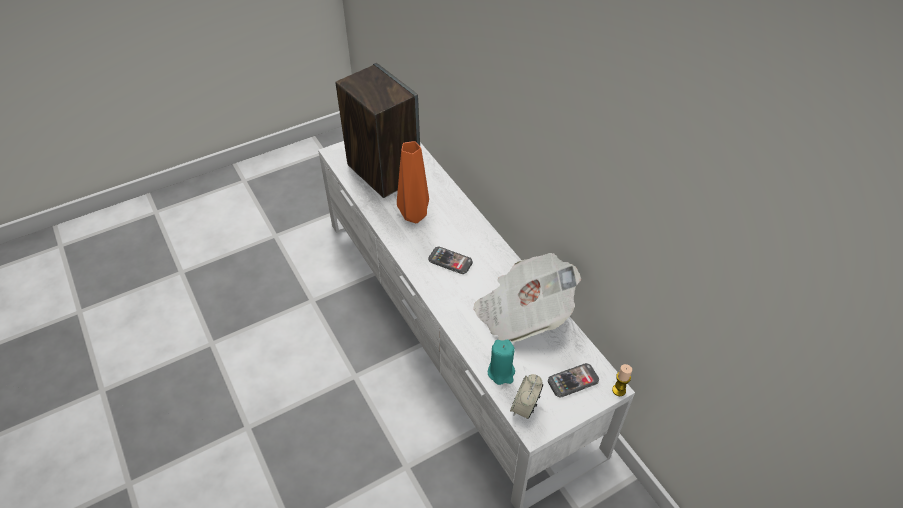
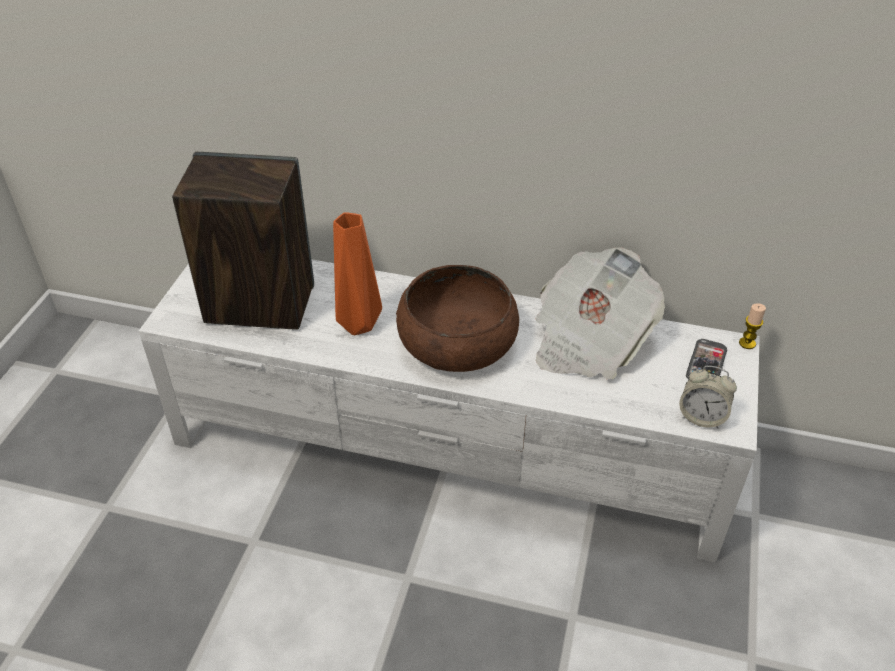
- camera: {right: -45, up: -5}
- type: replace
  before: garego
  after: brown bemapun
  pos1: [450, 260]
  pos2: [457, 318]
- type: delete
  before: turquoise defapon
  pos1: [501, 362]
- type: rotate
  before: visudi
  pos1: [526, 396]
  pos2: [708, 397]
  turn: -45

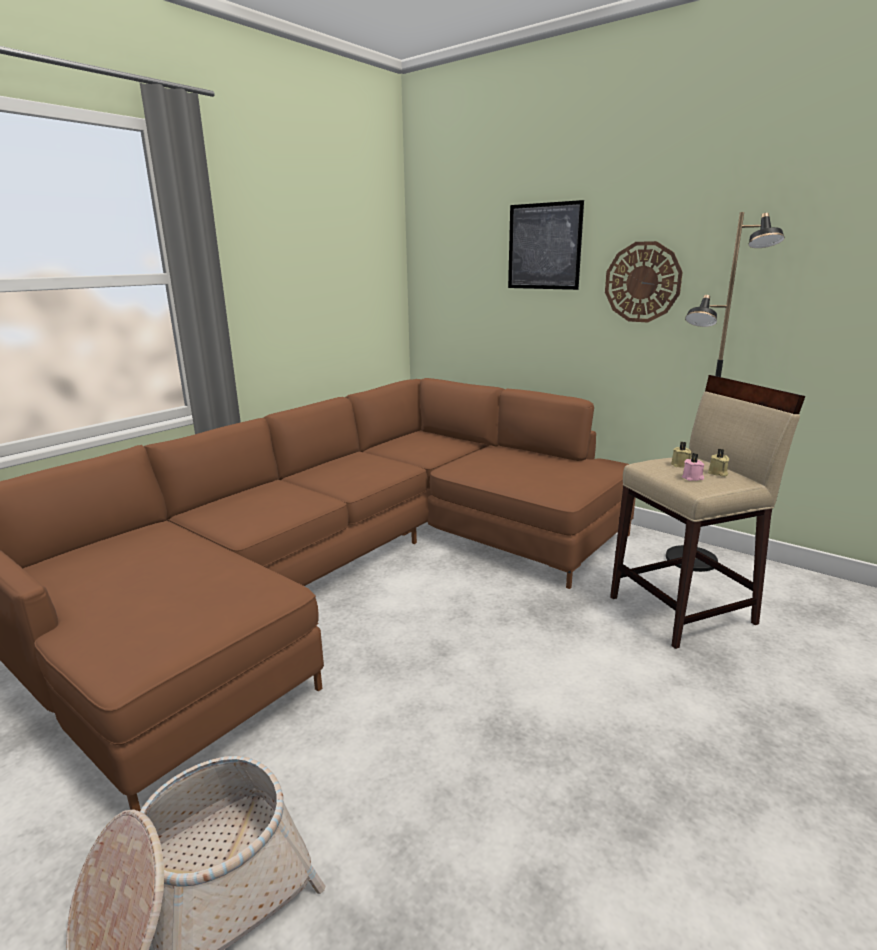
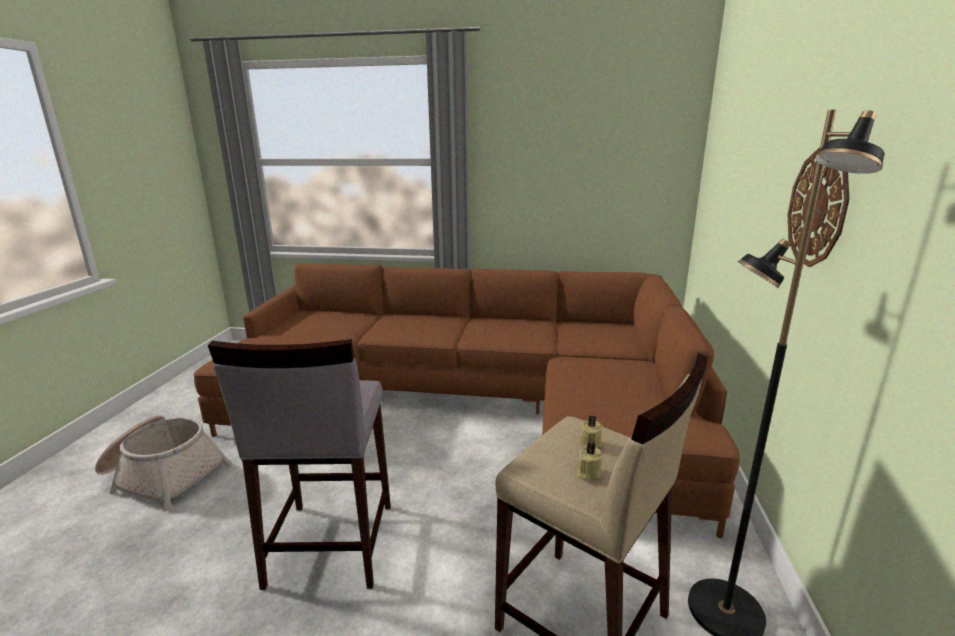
- camera: {right: 60, up: 0}
- type: delete
  before: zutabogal
  pos1: [546, 245]
- type: delete
  before: pink defapon
  pos1: [693, 467]
- type: insert
  after: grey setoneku
  pos2: [299, 464]

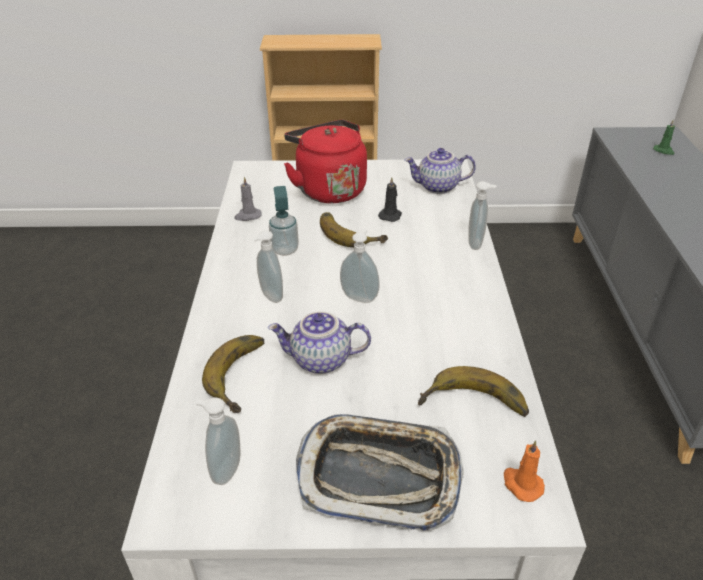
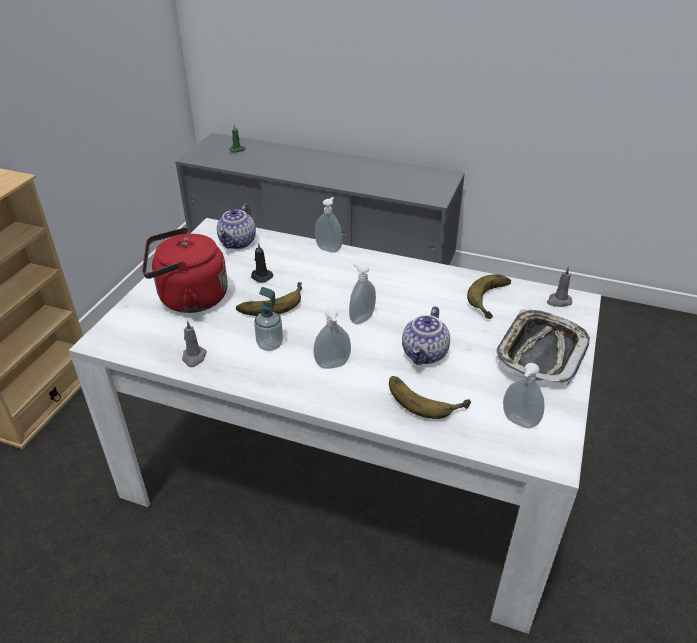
- camera: {right: -70, up: 0}
- type: recolor
  before: orange defapon
  after: grey defapon
  pos1: [524, 471]
  pos2: [559, 286]

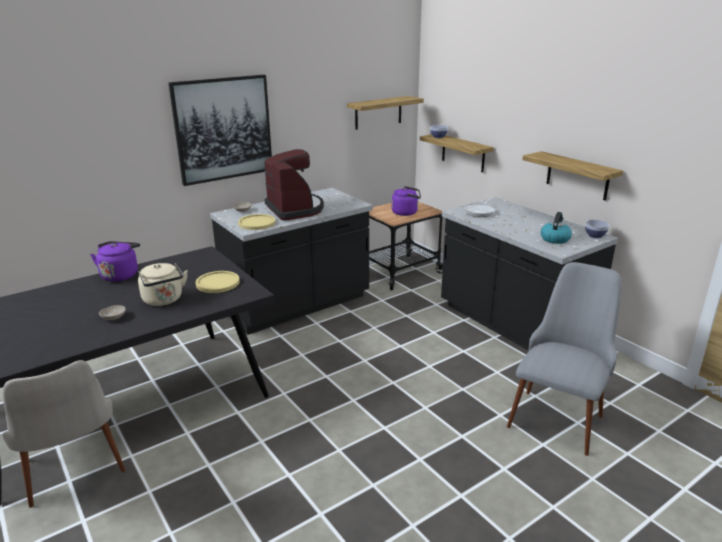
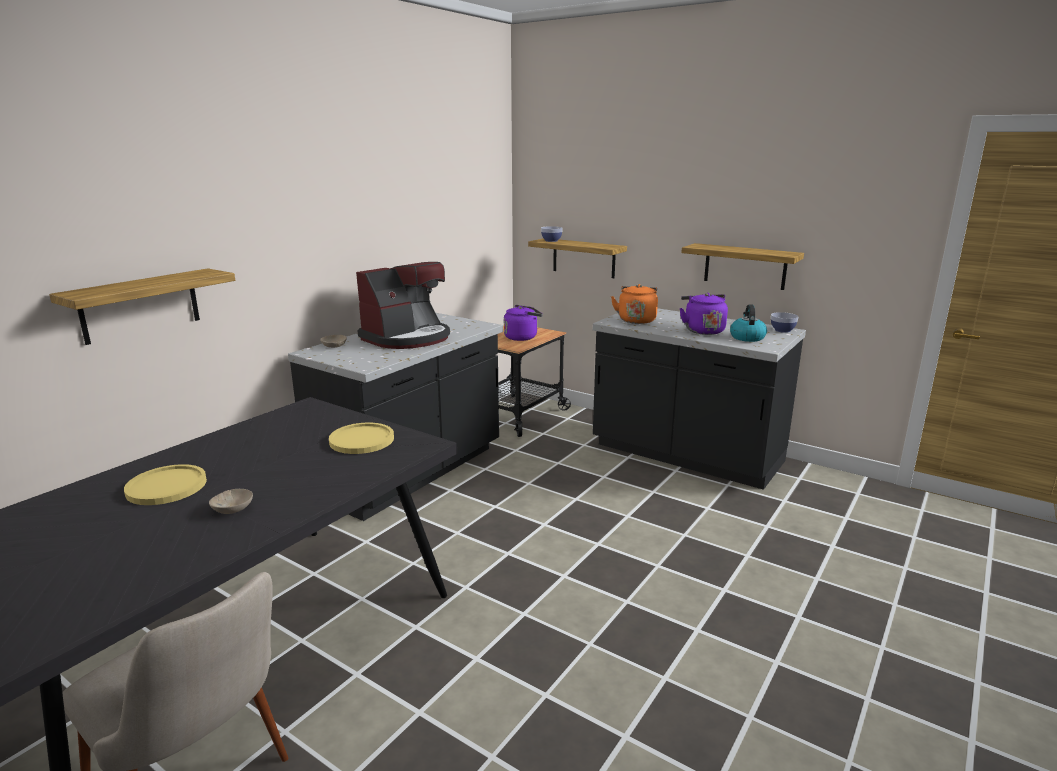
- camera: {right: -20, up: -5}
- type: delete
  before: zutabogal
  pos1: [220, 130]
- type: move
  before: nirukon
  pos1: [385, 113]
  pos2: [142, 306]
- type: rotate
  before: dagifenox
  pos1: [294, 185]
  pos2: [403, 305]
  turn: 90
- type: replace
  before: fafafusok
  after: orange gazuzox
  pos1: [479, 207]
  pos2: [634, 304]
- type: move
  before: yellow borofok
  pos1: [257, 222]
  pos2: [165, 484]
- type: move
  before: purple gazuzox
  pos1: [115, 261]
  pos2: [704, 314]
- type: delete
  before: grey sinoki
  pos1: [564, 359]
- type: delete
  before: beige gazuzox
  pos1: [163, 284]

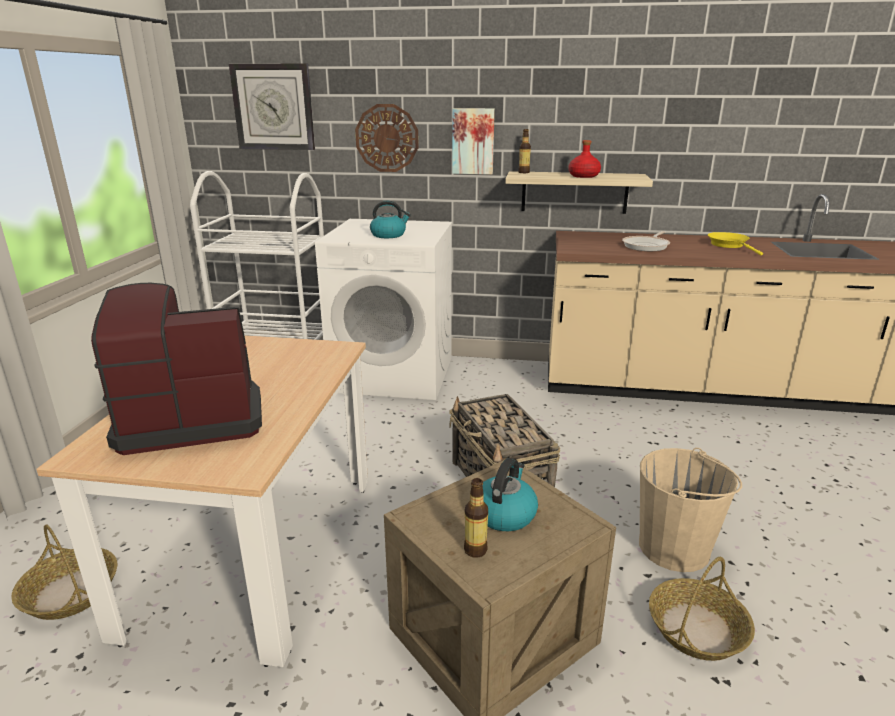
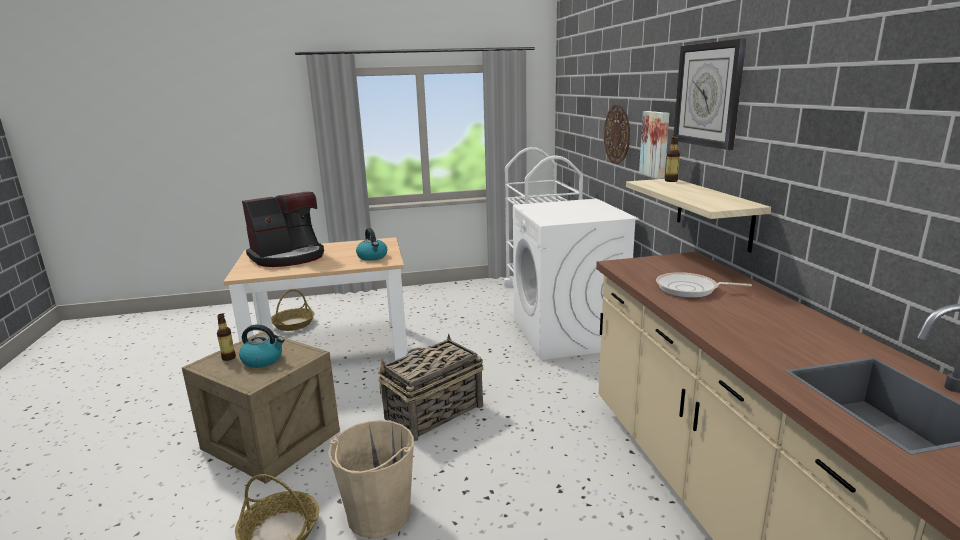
- camera: {right: 70, up: -5}
- type: move
  before: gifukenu
  pos1: [272, 106]
  pos2: [709, 94]
- type: delete
  before: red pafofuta
  pos1: [584, 159]
- type: move
  before: gazuzox
  pos1: [390, 219]
  pos2: [371, 244]
- type: delete
  before: yellow fafafusok
  pos1: [735, 243]
- type: rotate
  before: dagifenox
  pos1: [176, 369]
  pos2: [283, 229]
  turn: 90

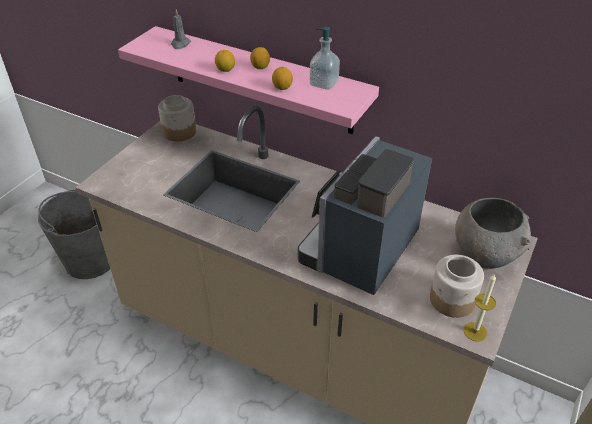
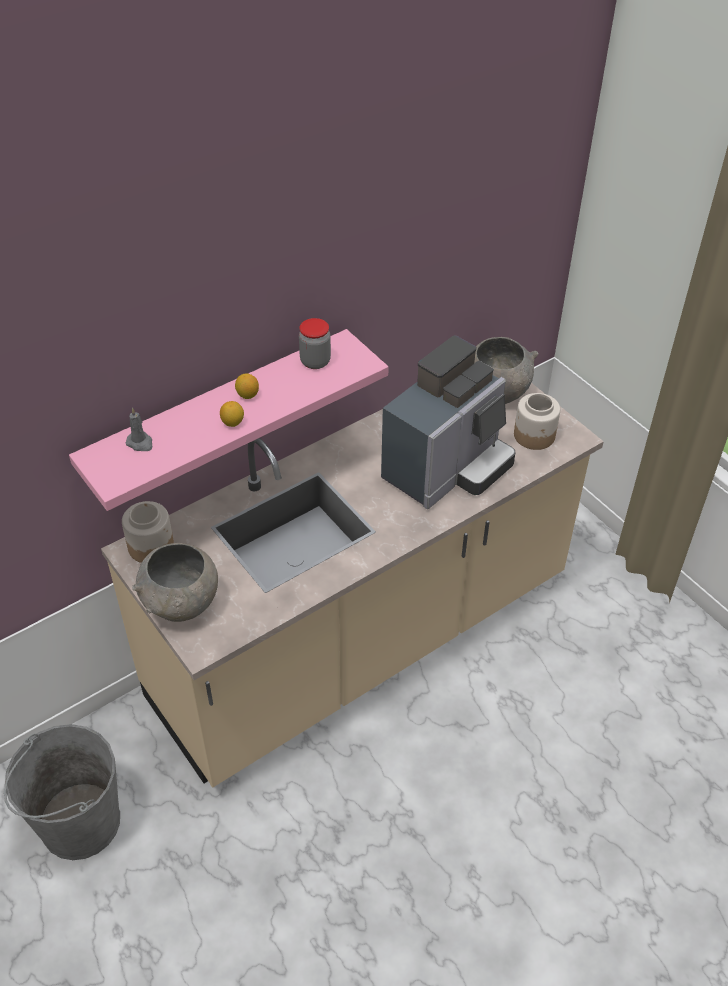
- camera: {right: -65, up: 5}
- type: replace
  before: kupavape
  after: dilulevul
  pos1: [325, 58]
  pos2: [315, 343]
- type: delete
  before: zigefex
  pos1: [282, 78]
- type: rotate
  before: dagifenox
  pos1: [365, 215]
  pos2: [448, 422]
  turn: -105
- type: delete
  before: defapon
  pos1: [480, 308]
- type: insert
  after: grey bemapun
  pos2: [175, 582]

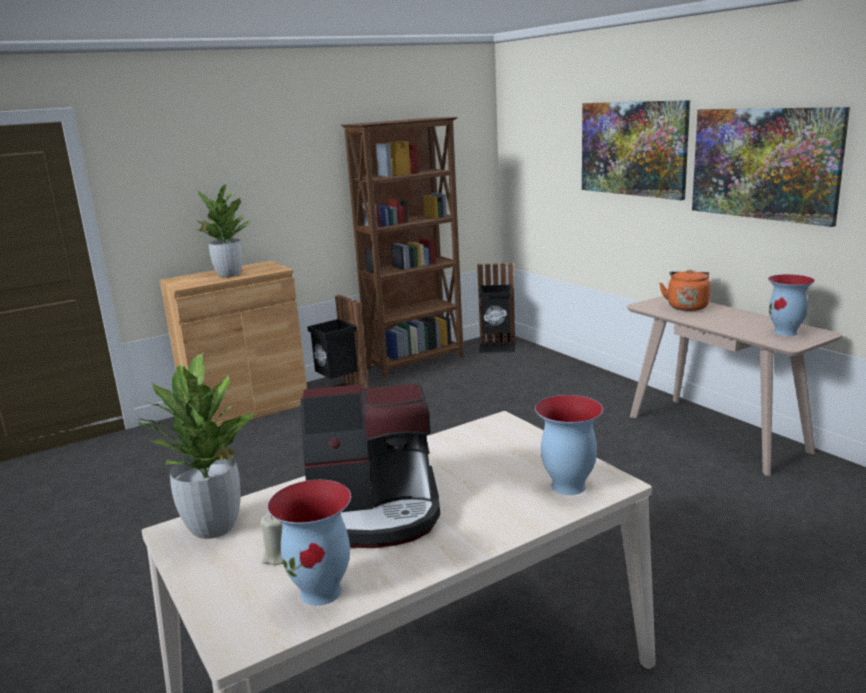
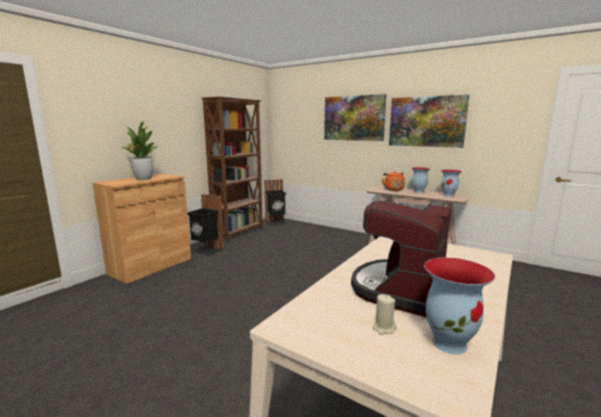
- camera: {right: -25, up: -5}
- type: delete
  before: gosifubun
  pos1: [197, 446]
- type: rotate
  before: dagifenox
  pos1: [370, 465]
  pos2: [401, 259]
  turn: 150
- type: move
  before: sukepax
  pos1: [569, 445]
  pos2: [420, 180]

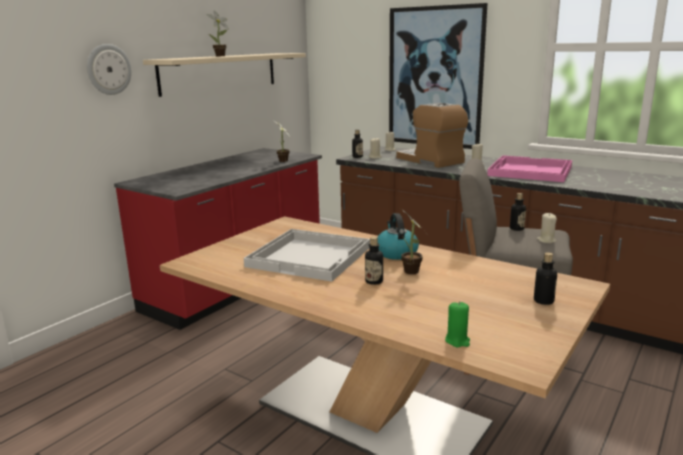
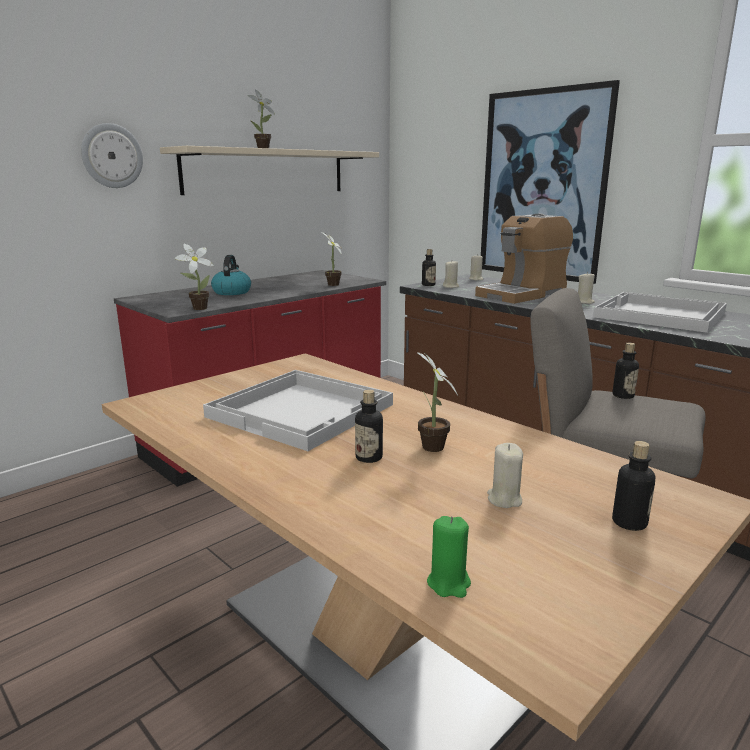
- camera: {right: 10, up: 0}
- type: rotate
  before: dagifenox
  pos1: [432, 135]
  pos2: [524, 258]
  turn: -105
- type: recolor
  before: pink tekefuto
  after: white tekefuto
  pos1: [529, 168]
  pos2: [660, 312]
- type: move
  before: gazuzox
  pos1: [398, 236]
  pos2: [231, 275]
- type: move
  before: beige defapon
  pos1: [547, 228]
  pos2: [505, 475]
- type: insert
  after: gosifubun
  pos2: [194, 277]

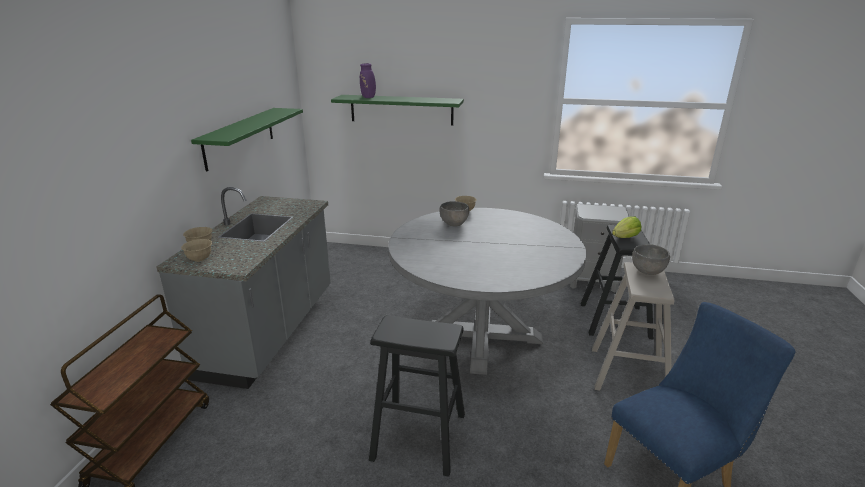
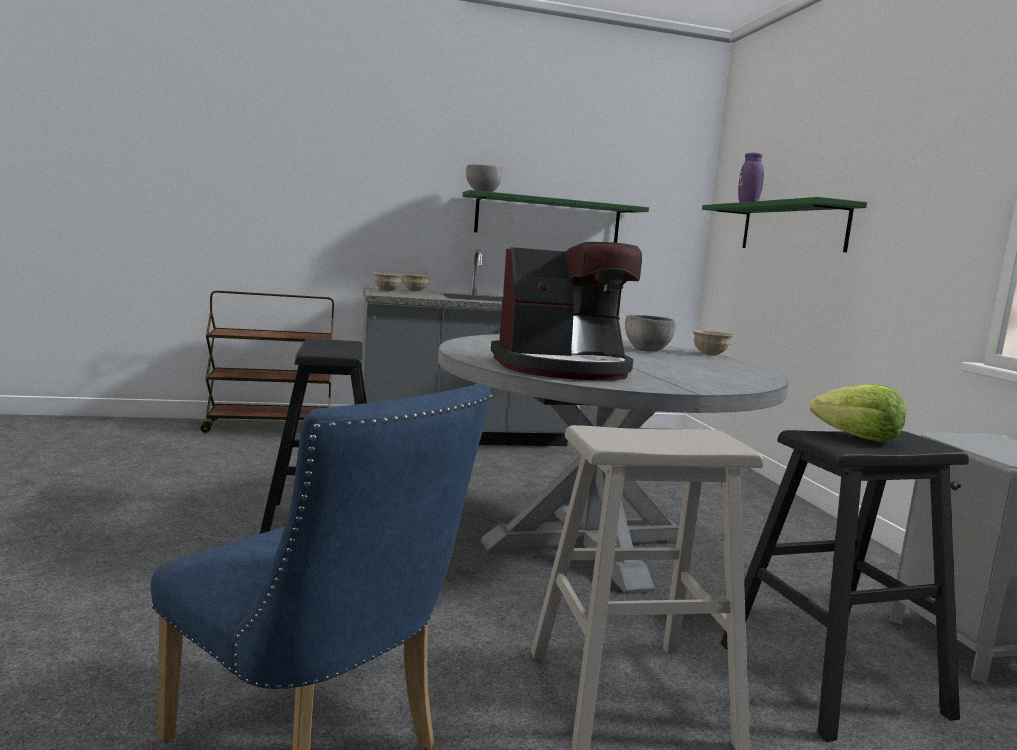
- camera: {right: 65, up: -15}
- type: move
  before: grey bemapun
  pos1: [651, 259]
  pos2: [484, 178]
- type: insert
  after: dagifenox
  pos2: [566, 311]

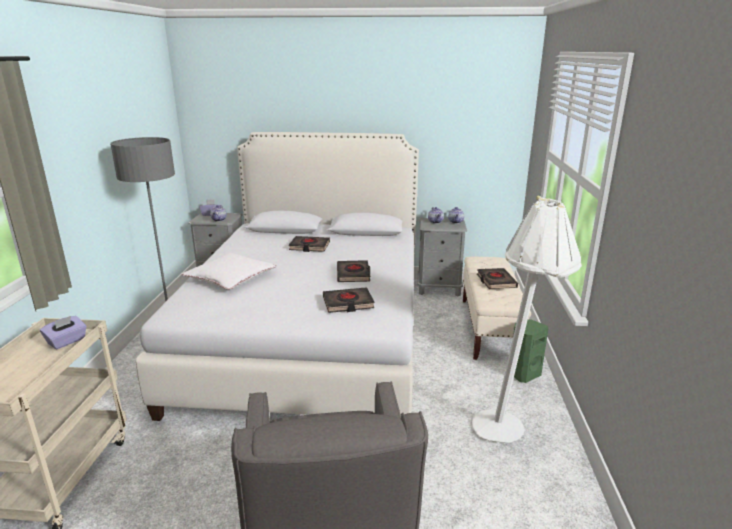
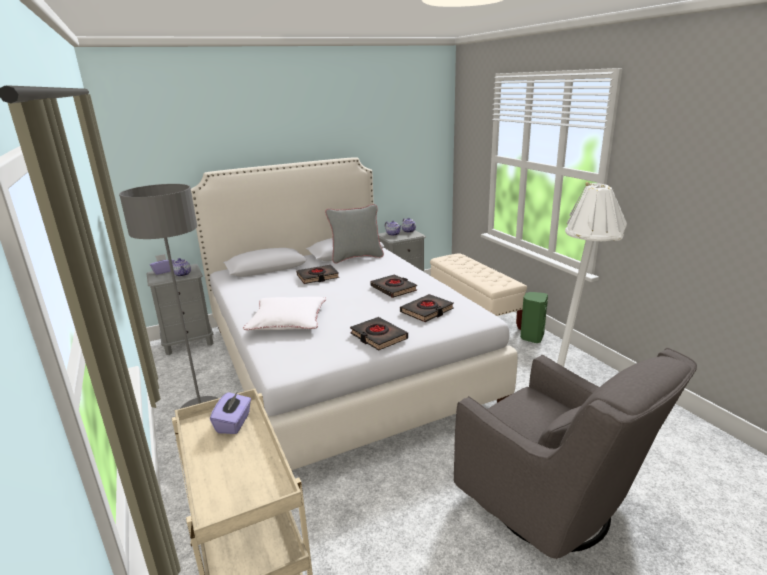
- camera: {right: -30, up: 0}
- type: move
  before: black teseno
  pos1: [497, 278]
  pos2: [379, 334]
- type: insert
  after: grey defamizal
  pos2: [354, 233]

